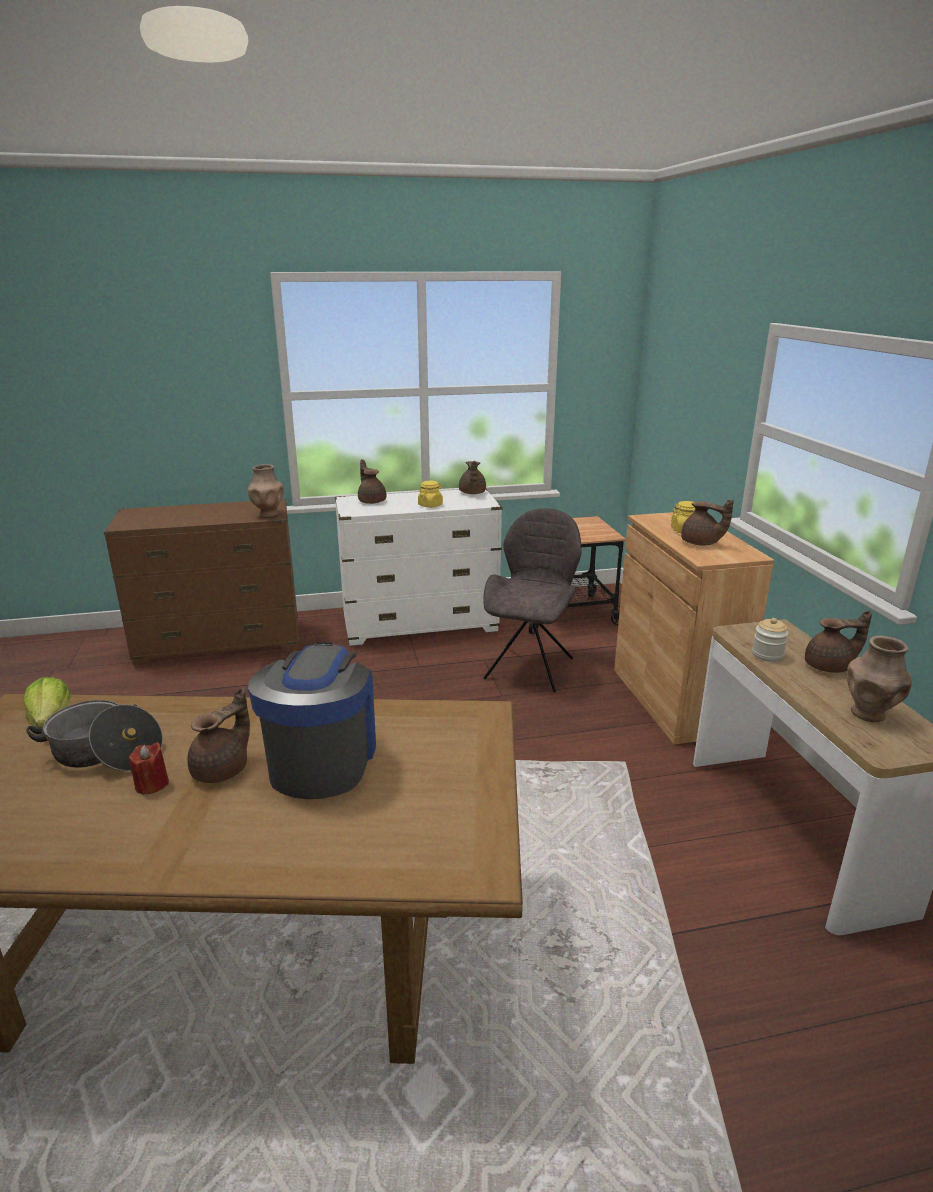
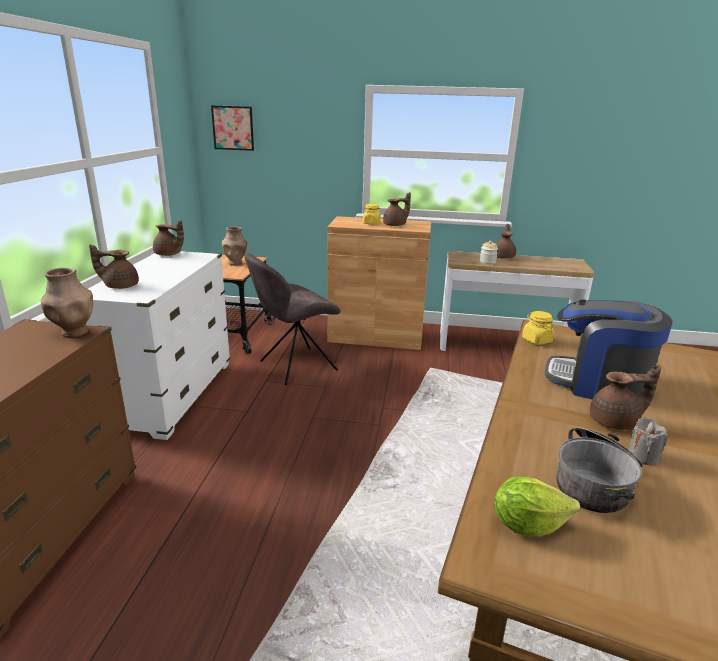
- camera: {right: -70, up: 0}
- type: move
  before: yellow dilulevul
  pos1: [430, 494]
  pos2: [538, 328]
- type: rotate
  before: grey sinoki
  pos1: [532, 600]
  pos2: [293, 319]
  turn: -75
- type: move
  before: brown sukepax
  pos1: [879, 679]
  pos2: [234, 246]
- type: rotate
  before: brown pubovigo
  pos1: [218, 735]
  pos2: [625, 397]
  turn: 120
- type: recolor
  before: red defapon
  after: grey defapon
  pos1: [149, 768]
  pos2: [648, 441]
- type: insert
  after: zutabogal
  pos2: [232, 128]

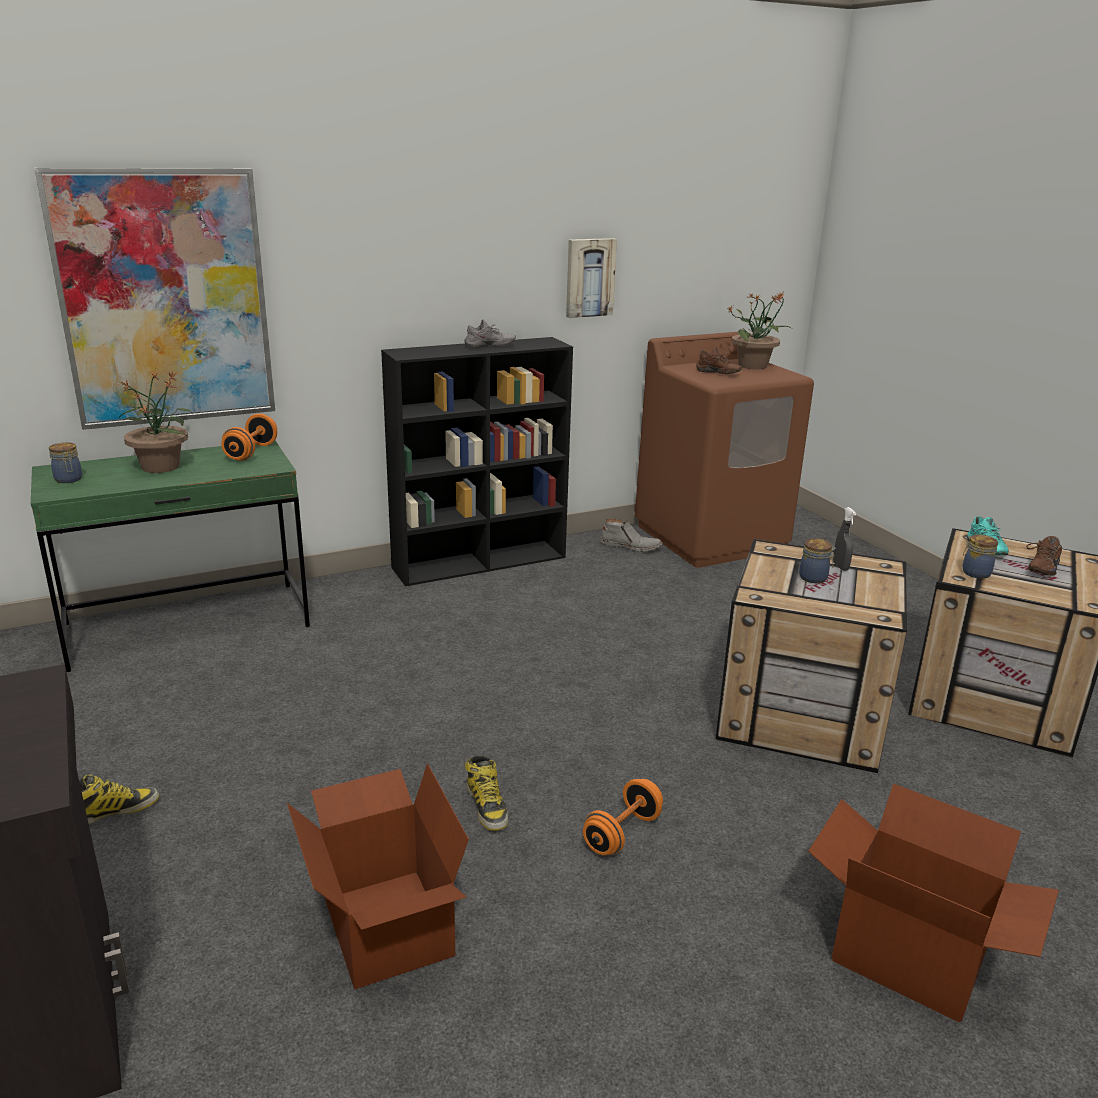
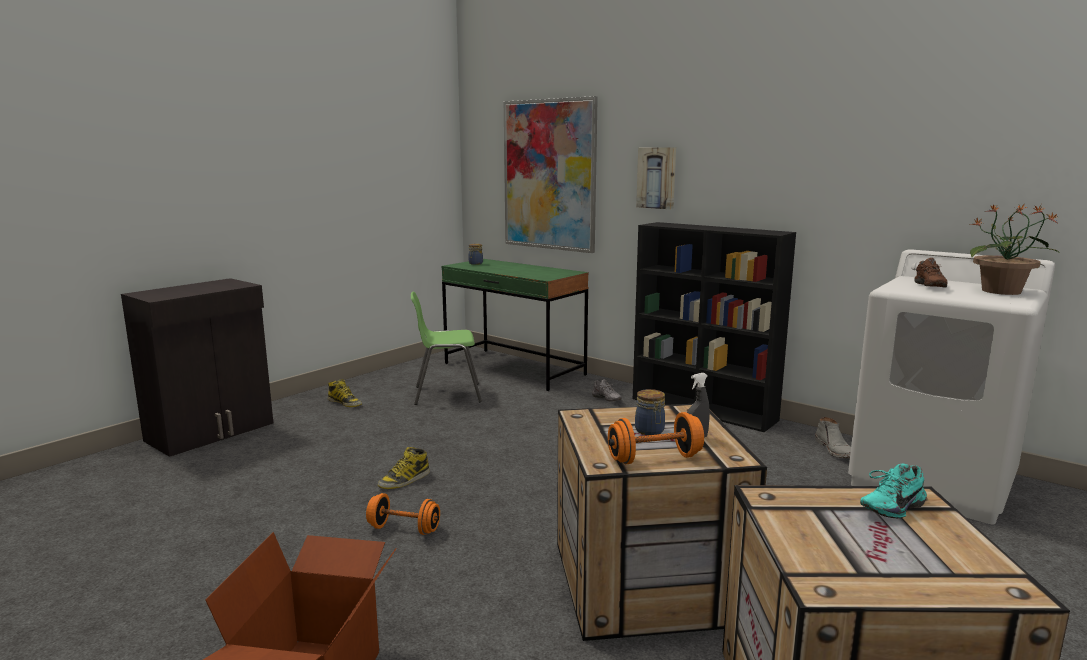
- camera: {right: 65, up: -10}
- type: move
  before: zutabogal
  pos1: [591, 278]
  pos2: [656, 178]
- type: move
  before: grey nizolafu
  pos1: [490, 334]
  pos2: [607, 390]
- type: recolor
  before: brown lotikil
  after: white lotikil
  pos1: [724, 450]
  pos2: [951, 387]
- type: delete
  before: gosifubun
  pos1: [155, 421]
- type: move
  before: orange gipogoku
  pos1: [249, 437]
  pos2: [656, 438]
- type: delete
  before: dilulevul
  pos1: [980, 557]
- type: delete
  before: brown nizolafu
  pos1: [1044, 556]
- type: delete
  before: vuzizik
  pos1: [378, 877]
- type: insert
  after: green sinoki
  pos2: [446, 348]

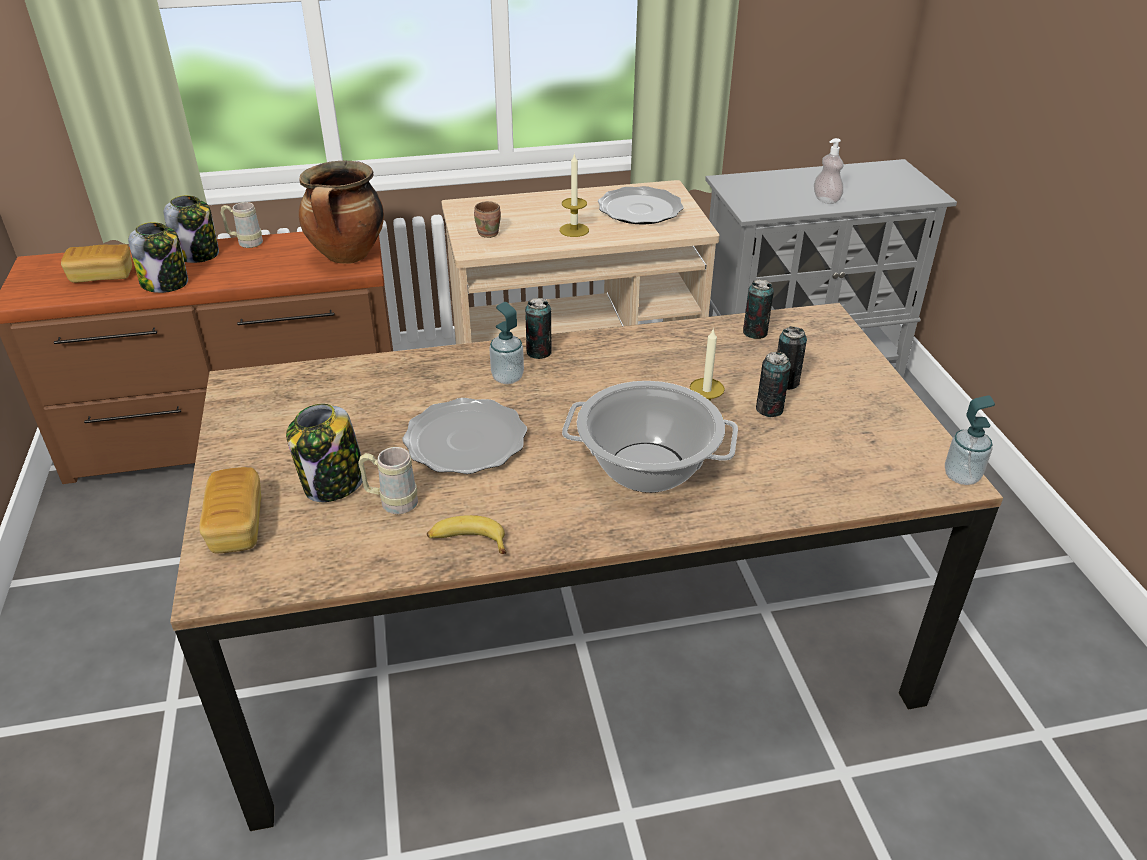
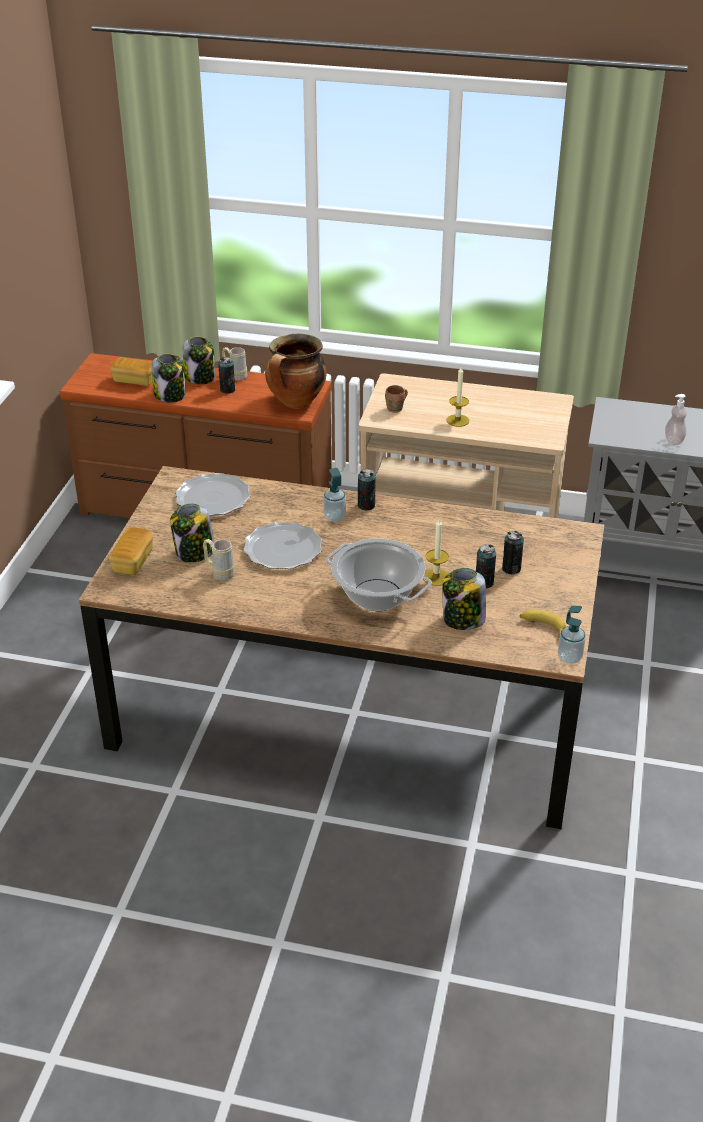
- camera: {right: 25, up: 0}
- type: move
  before: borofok
  pos1: [641, 205]
  pos2: [212, 494]
- type: move
  before: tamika
  pos1: [758, 309]
  pos2: [226, 375]
- type: move
  before: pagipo
  pos1: [467, 534]
  pos2: [543, 624]
- type: insert
  after: dilulevul
  pos2: [464, 599]

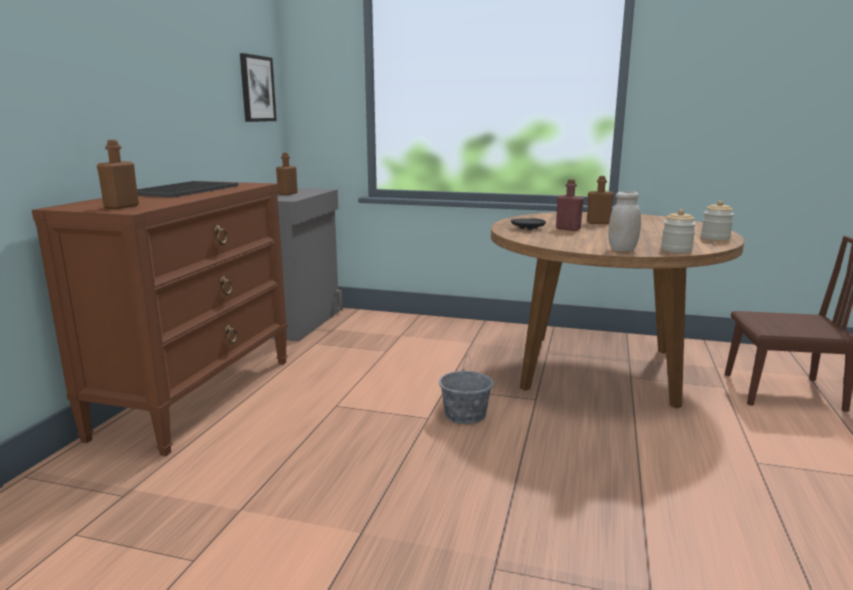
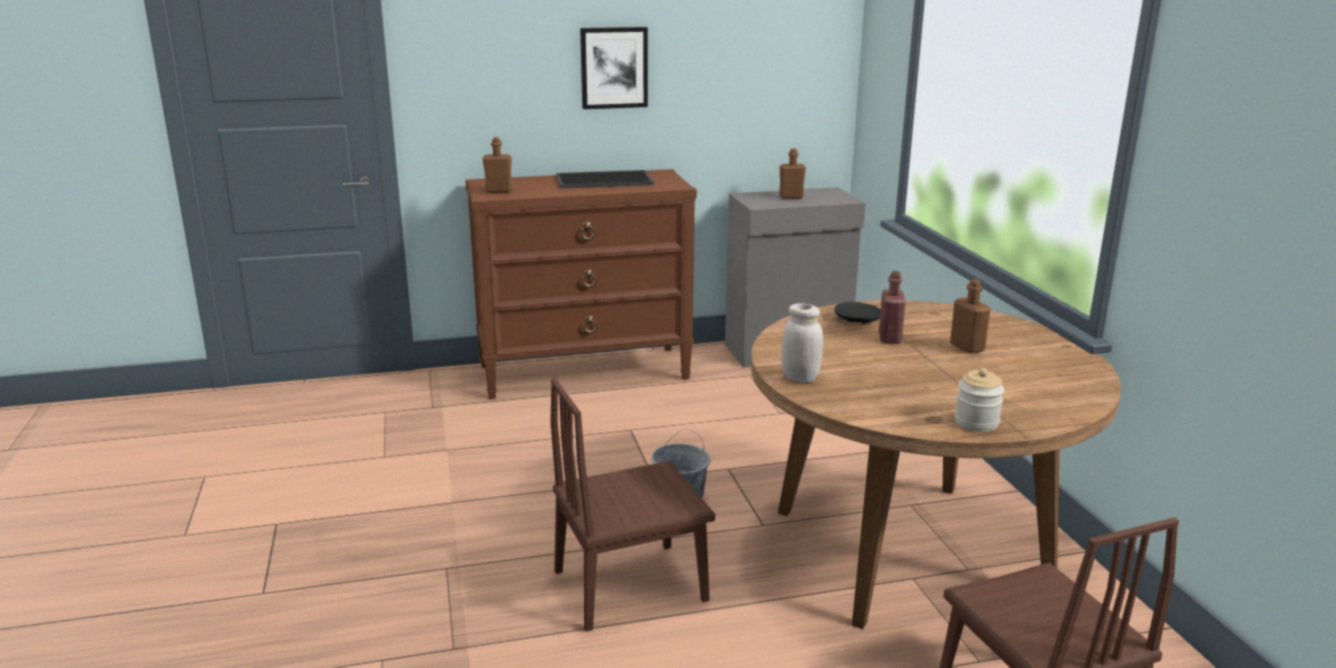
- camera: {right: 60, up: 5}
- type: move
  before: zutabogal
  pos1: [258, 87]
  pos2: [614, 68]
- type: delete
  before: dilulevul
  pos1: [678, 231]
- type: insert
  after: brown sinoki
  pos2: [632, 505]

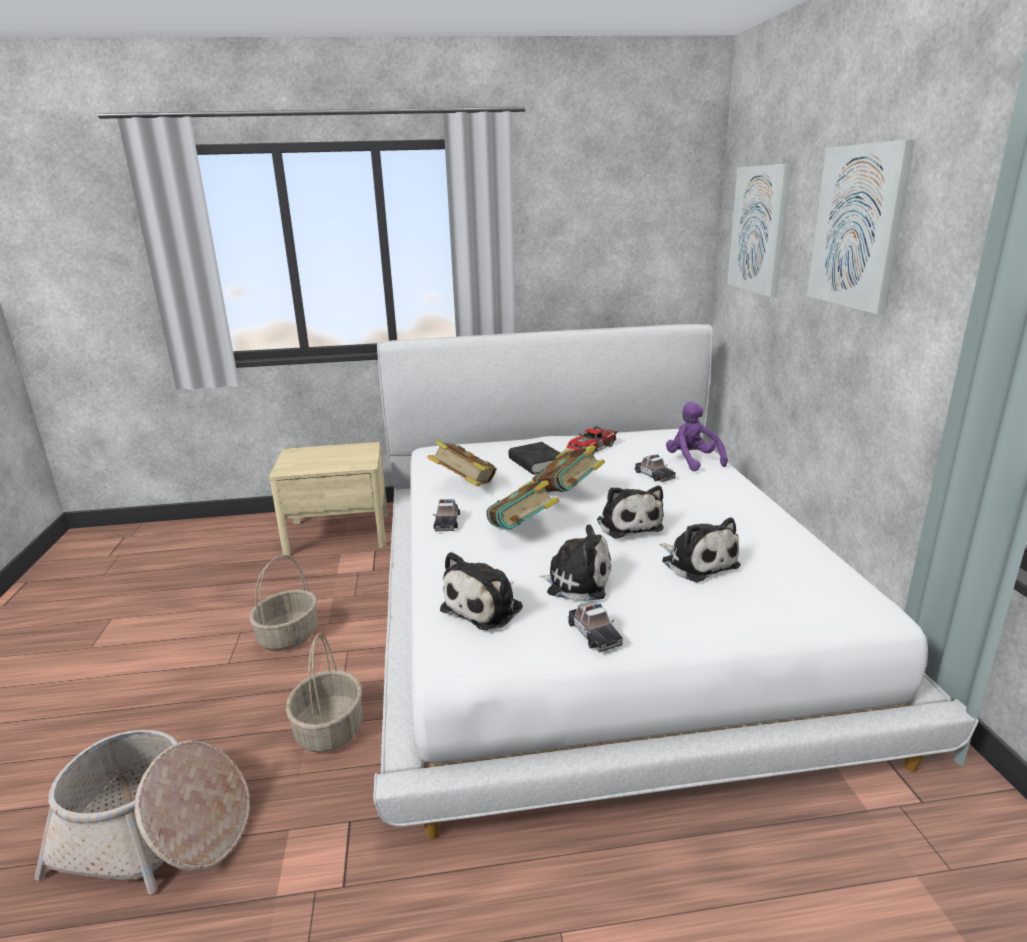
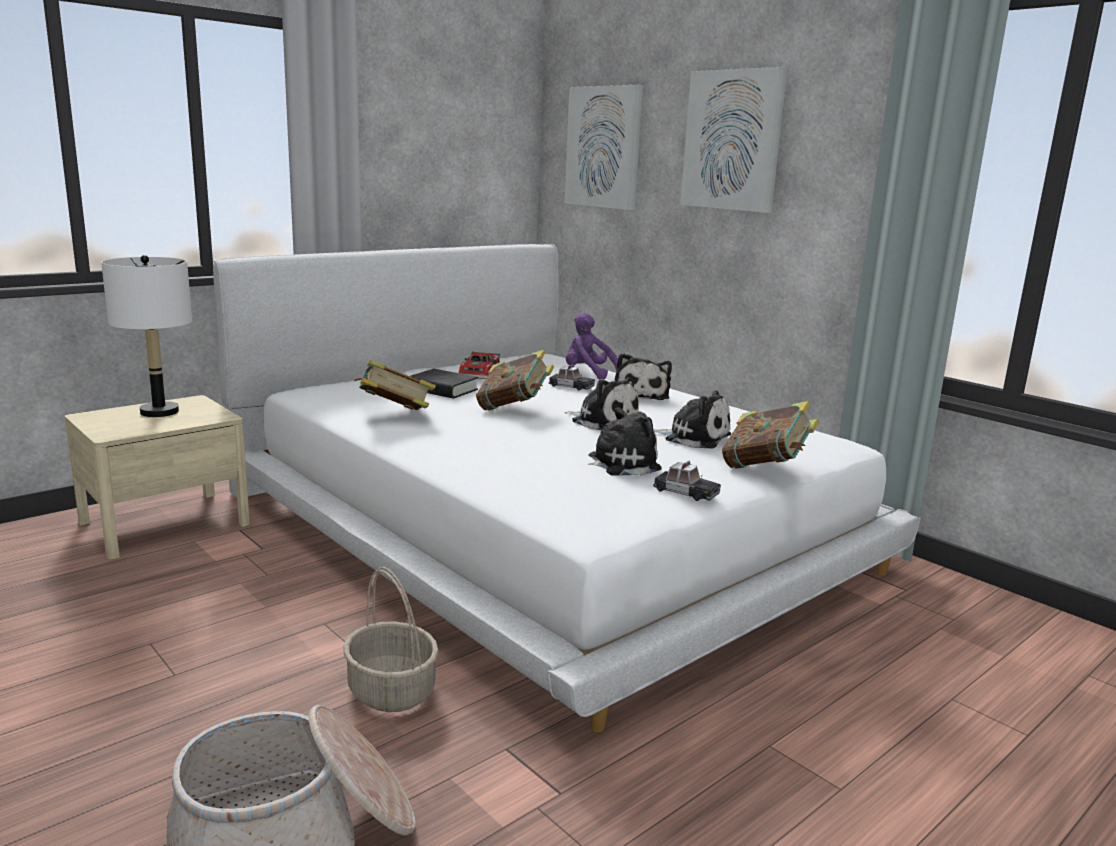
- camera: {right: -35, up: -5}
- type: move
  before: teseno
  pos1: [523, 505]
  pos2: [770, 435]
- type: delete
  before: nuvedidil
  pos1: [446, 515]
- type: move
  before: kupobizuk
  pos1: [481, 591]
  pos2: [643, 376]
- type: delete
  before: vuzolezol
  pos1: [283, 603]
- type: insert
  after: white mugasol
  pos2: [146, 336]

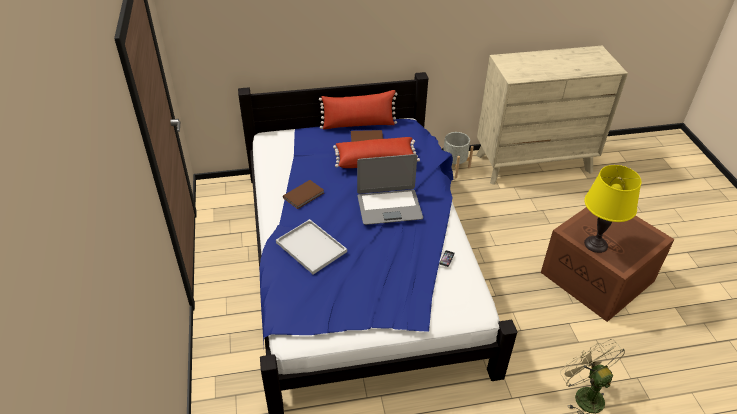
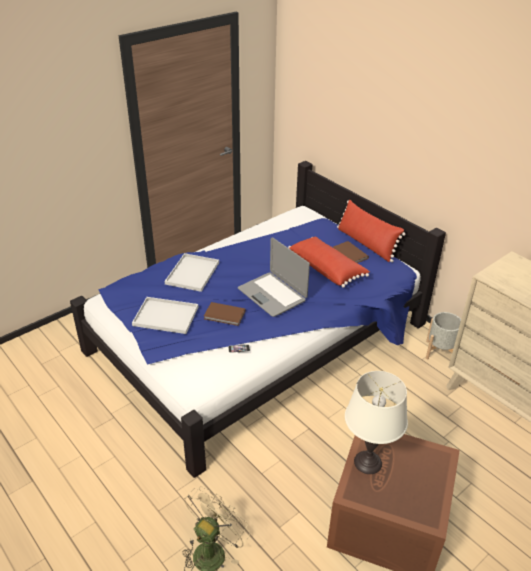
- camera: {right: 60, up: -5}
- type: recolor
  before: yellow mugasol
  after: white mugasol
  pos1: [613, 209]
  pos2: [376, 422]
- type: move
  before: brown teseno
  pos1: [303, 194]
  pos2: [225, 314]
- type: insert
  after: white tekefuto
  pos2: [165, 315]

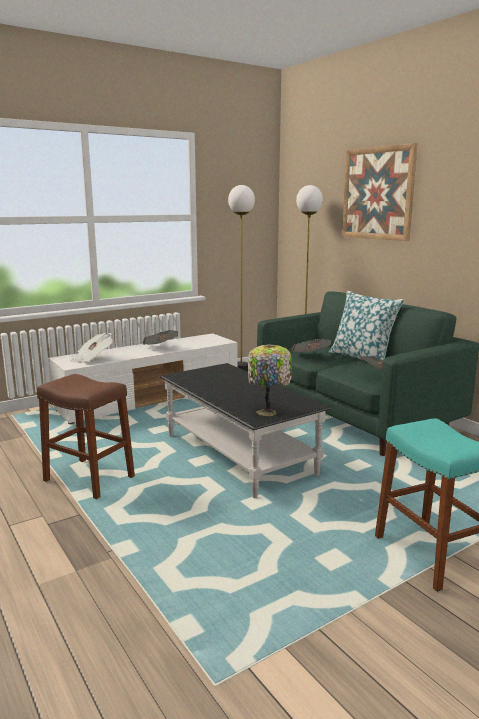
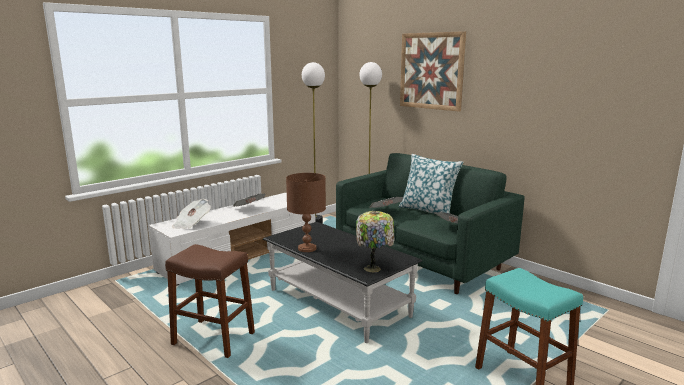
- camera: {right: -10, up: 0}
- type: insert
  after: brown mugasol
  pos2: [306, 212]

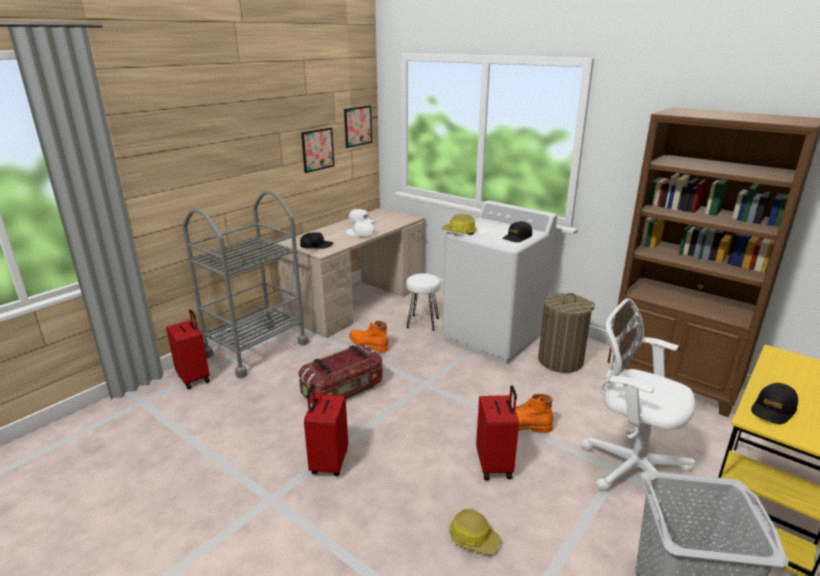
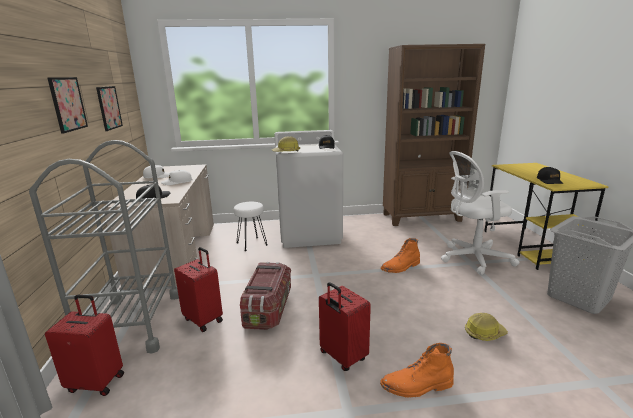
- camera: {right: -45, up: -5}
- type: move
  before: zutabogal
  pos1: [358, 127]
  pos2: [68, 105]
- type: delete
  before: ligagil
  pos1: [566, 333]
- type: move
  before: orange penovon
  pos1: [368, 336]
  pos2: [417, 370]
- type: move
  before: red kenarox
  pos1: [497, 432]
  pos2: [198, 289]

